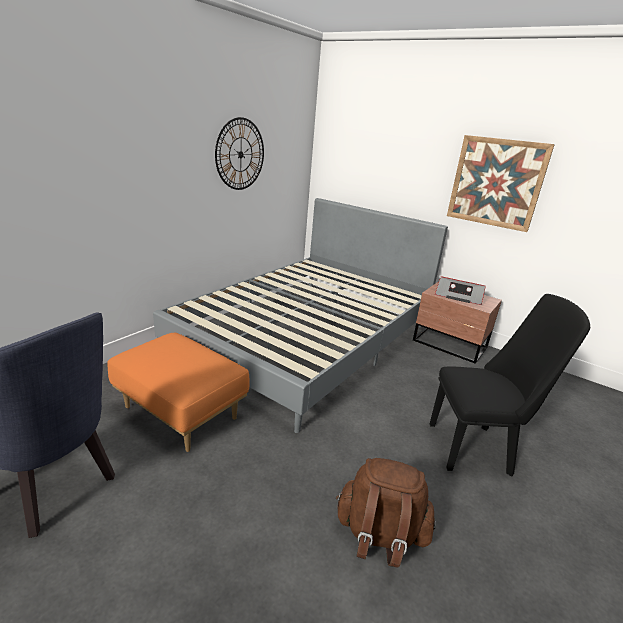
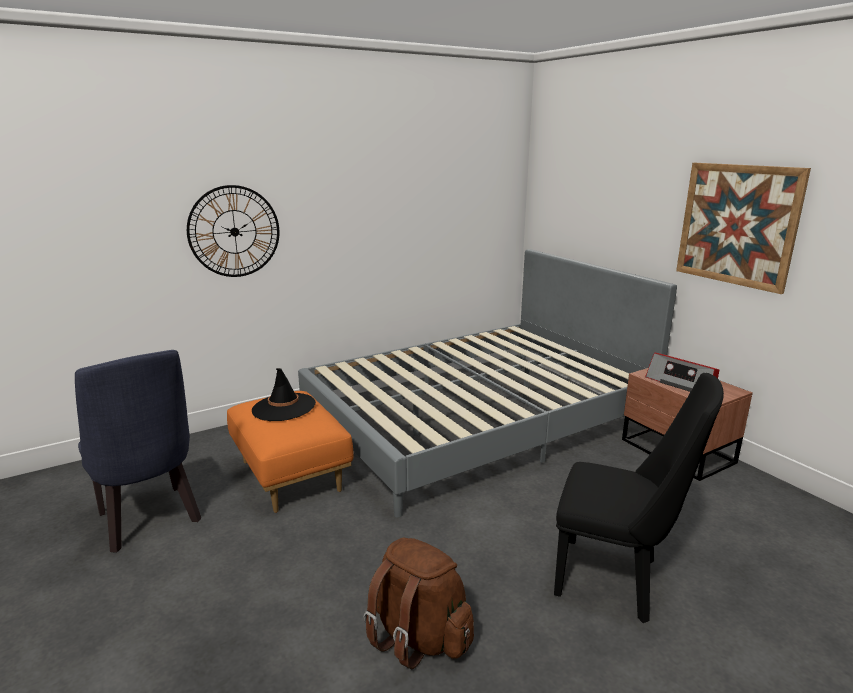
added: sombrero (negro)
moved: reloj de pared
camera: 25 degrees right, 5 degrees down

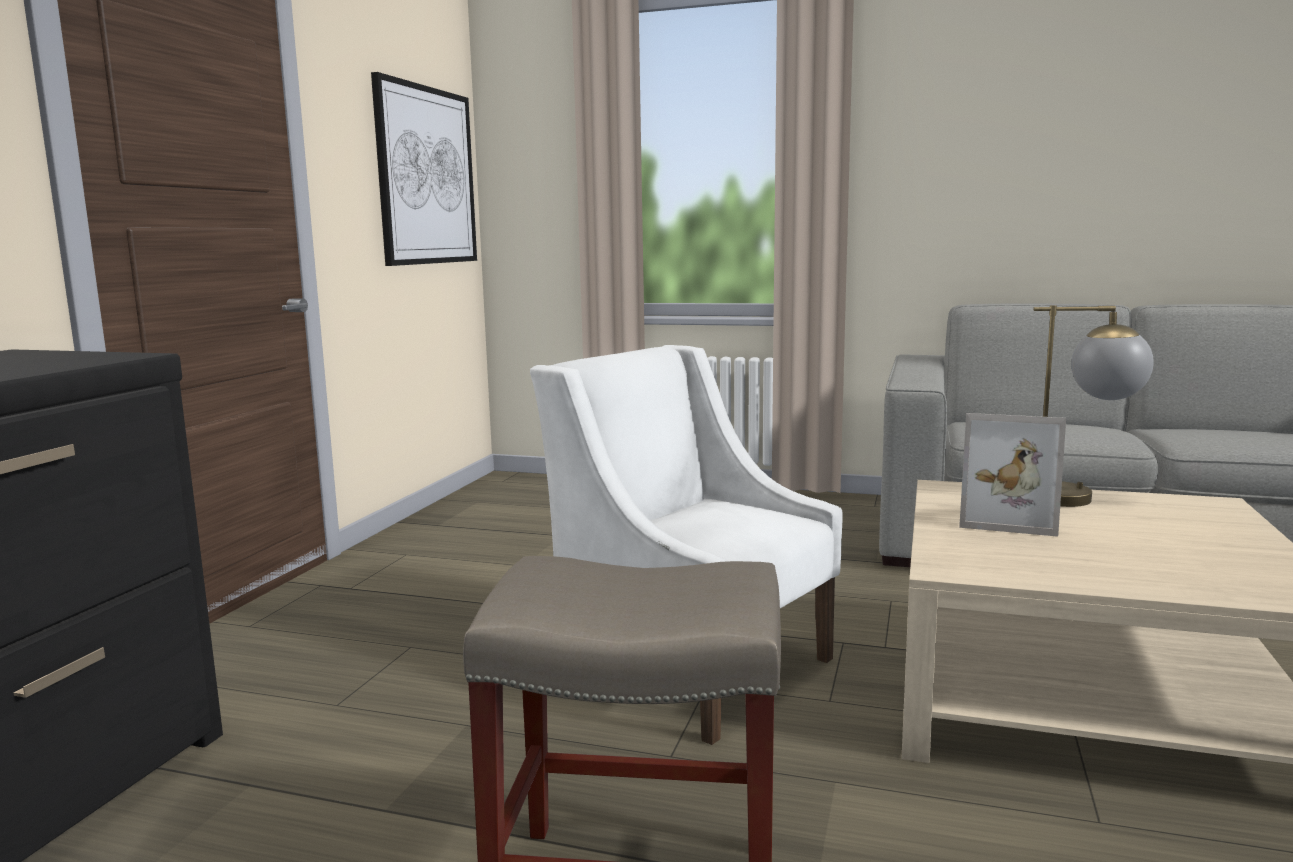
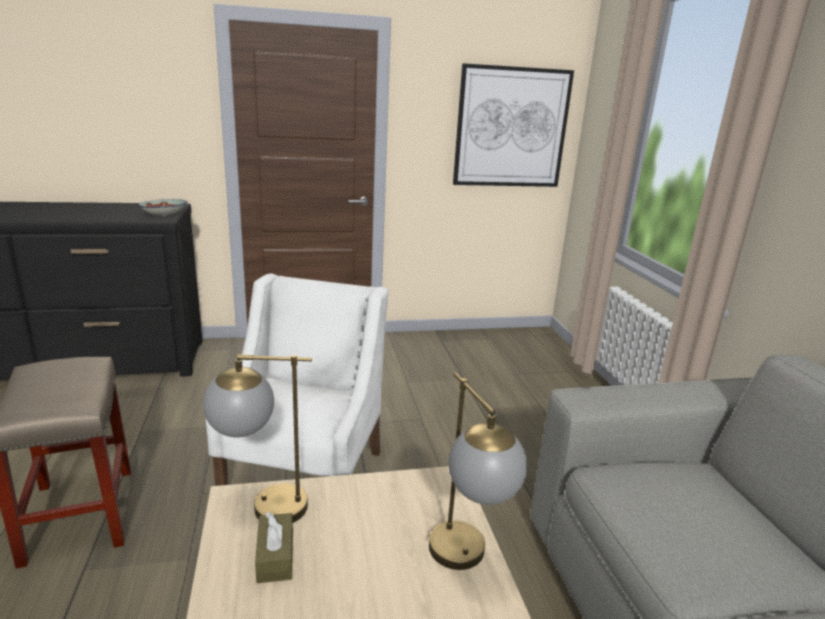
removed: portarretratos
added: cuenco; lámpara de mesa (1st from left); caja de pañuelos (marrón)
camera: 60 degrees right, 10 degrees up

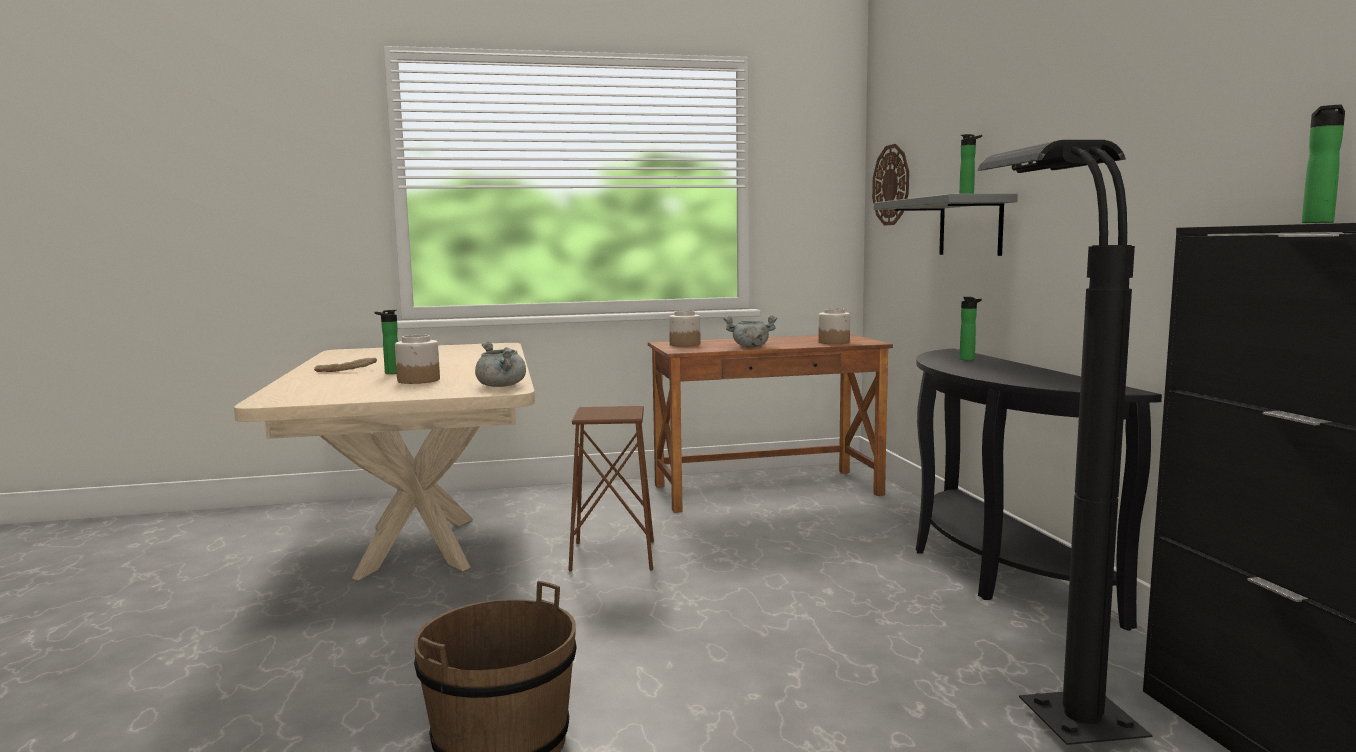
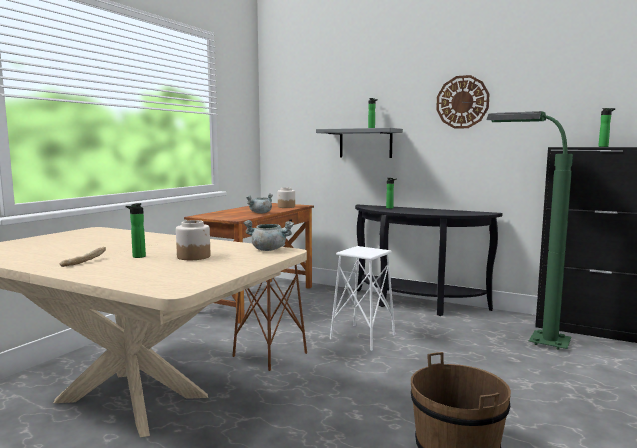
removed: tarro (2nd from left)
added: taburete (blanco)
moved: reloj de pared
recoloured: lámpara de pie (negro) to lámpara de pie (verde)
camera: 50 degrees left, 0 degrees up

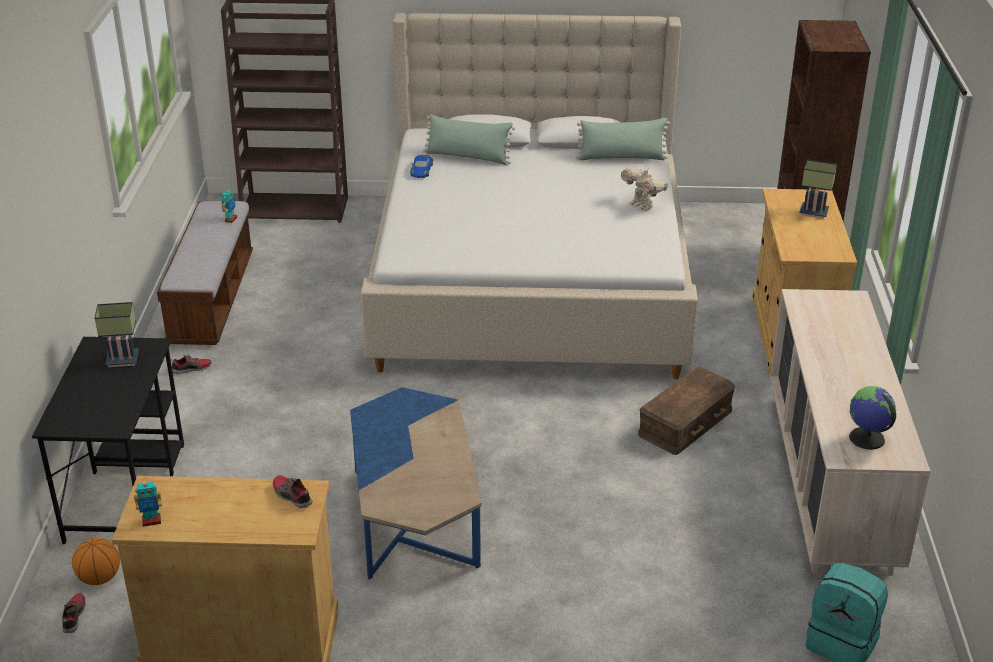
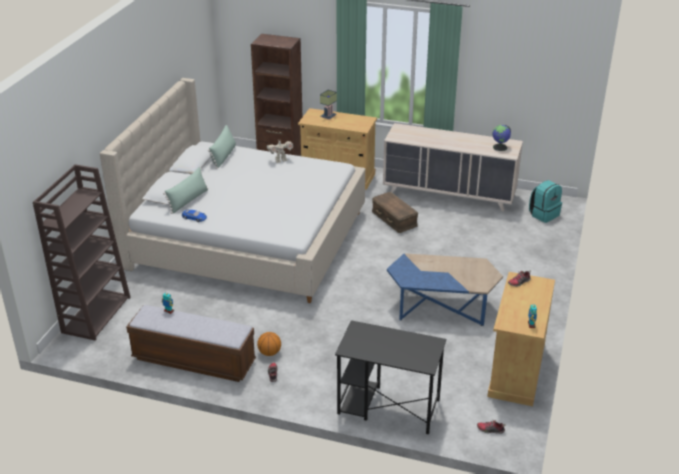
removed: lámpara de mesa (1st from left)
moved: balón de baloncesto
camera: 75 degrees left, 0 degrees up

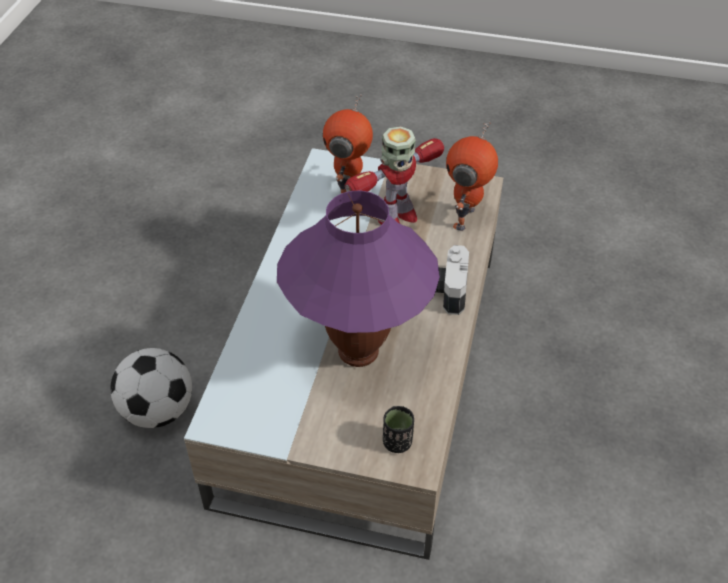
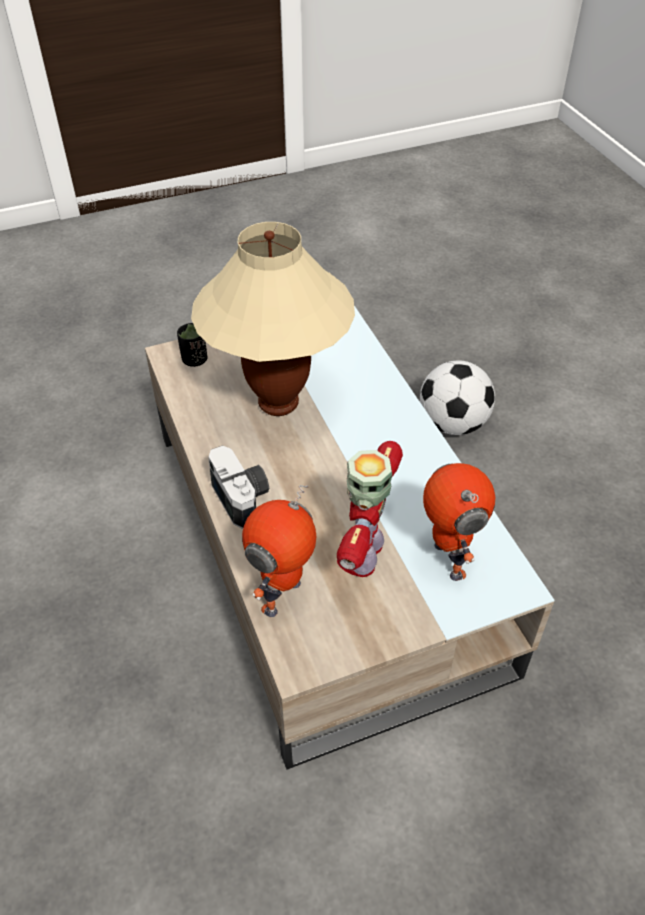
recoloured: lámpara de mesa (morado) to lámpara de mesa (beis)
turned: robot de juguete (3rd from left in the first image) 135 degrees counterclockwise
camera: 145 degrees right, 0 degrees up

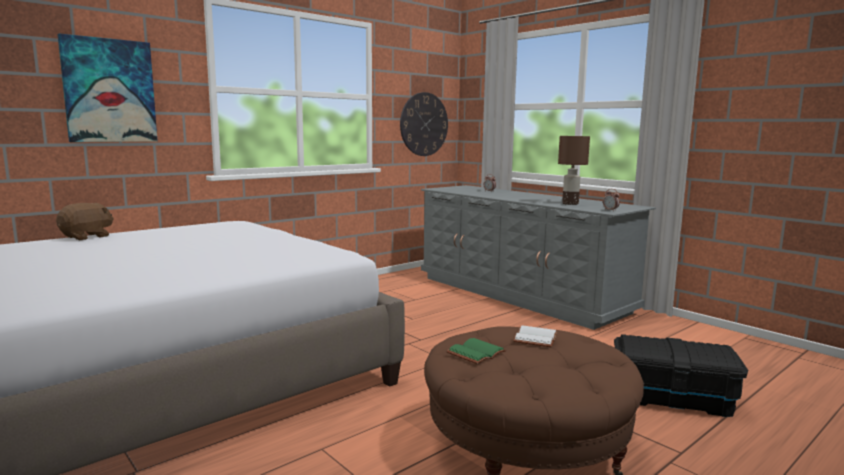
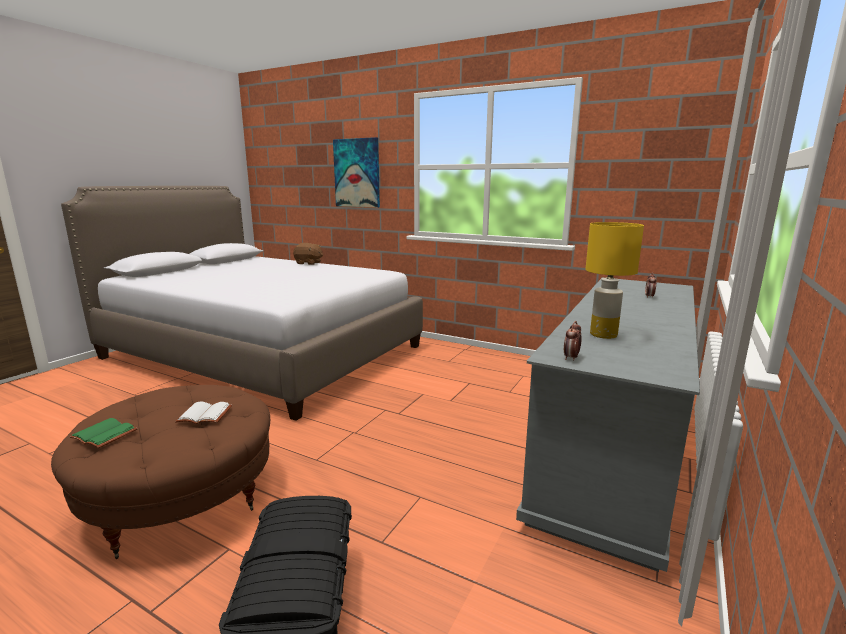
removed: reloj de pared
moved: libro (verde)
recoloured: lámpara de mesa (marrón) to lámpara de mesa (amarillo)
camera: 70 degrees right, 5 degrees up

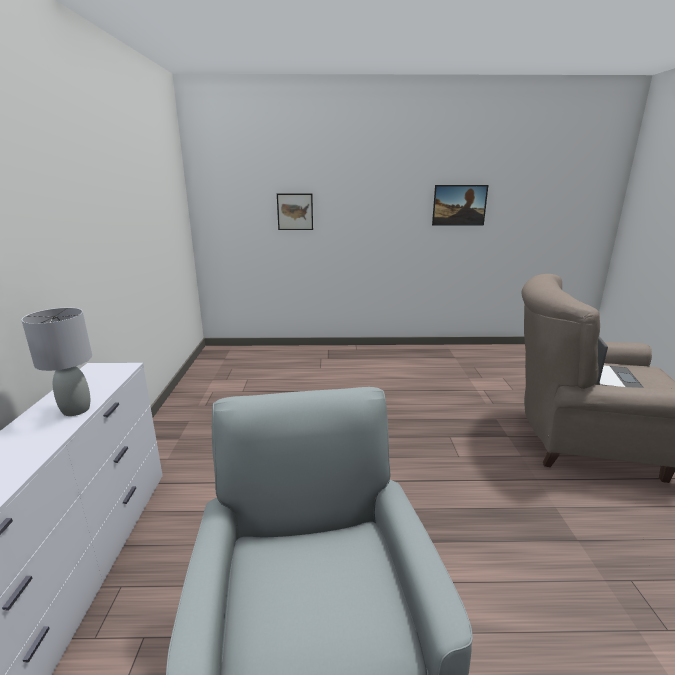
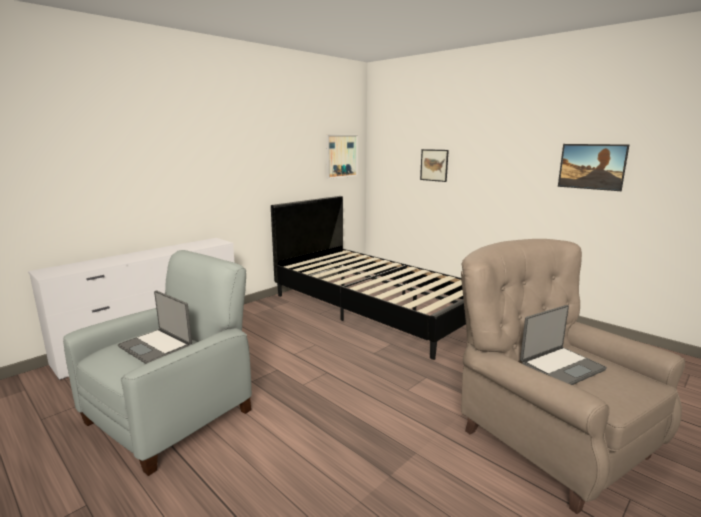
removed: lámpara de mesa (gris)
added: portátil (1st from left); cama (negro); cuadro (1st from left)
camera: 45 degrees right, 5 degrees down

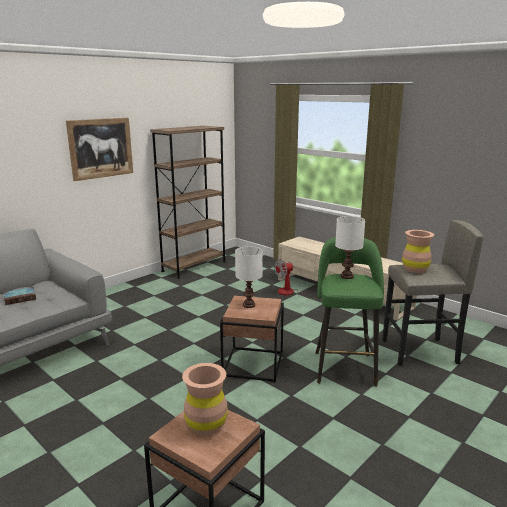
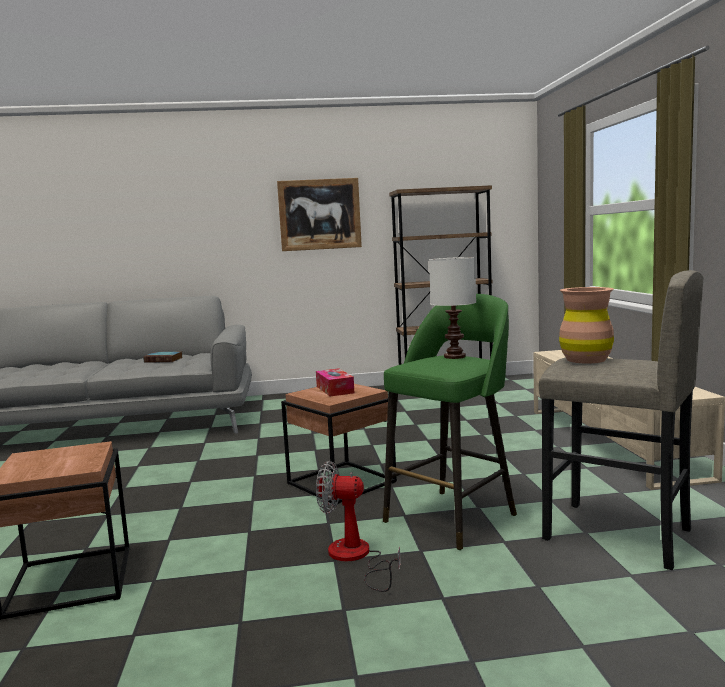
removed: florero (marrón) (1st from left)
moved: ventilador
replaced: lámpara de mesa (blanco) (1st from left) to caja de pañuelos
camera: 40 degrees right, 10 degrees down

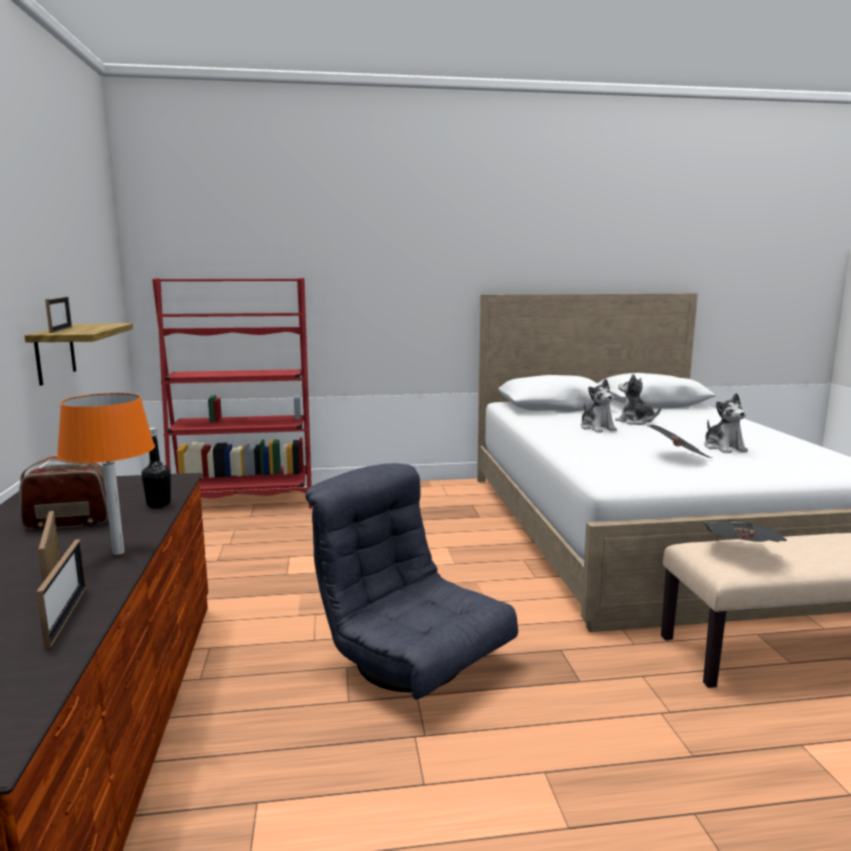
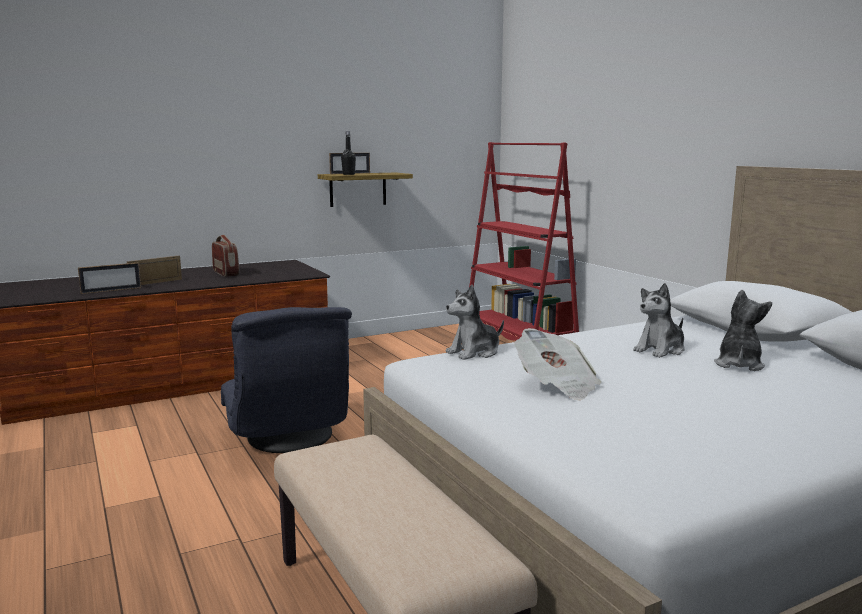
removed: lámpara de mesa (naranja); periódico (2nd from left)
moved: botella (negro); peluche (3rd from left in the first image) to peluche (1st from left)
turned: sillón (gris) 135 degrees clockwise
camera: 70 degrees right, 0 degrees up

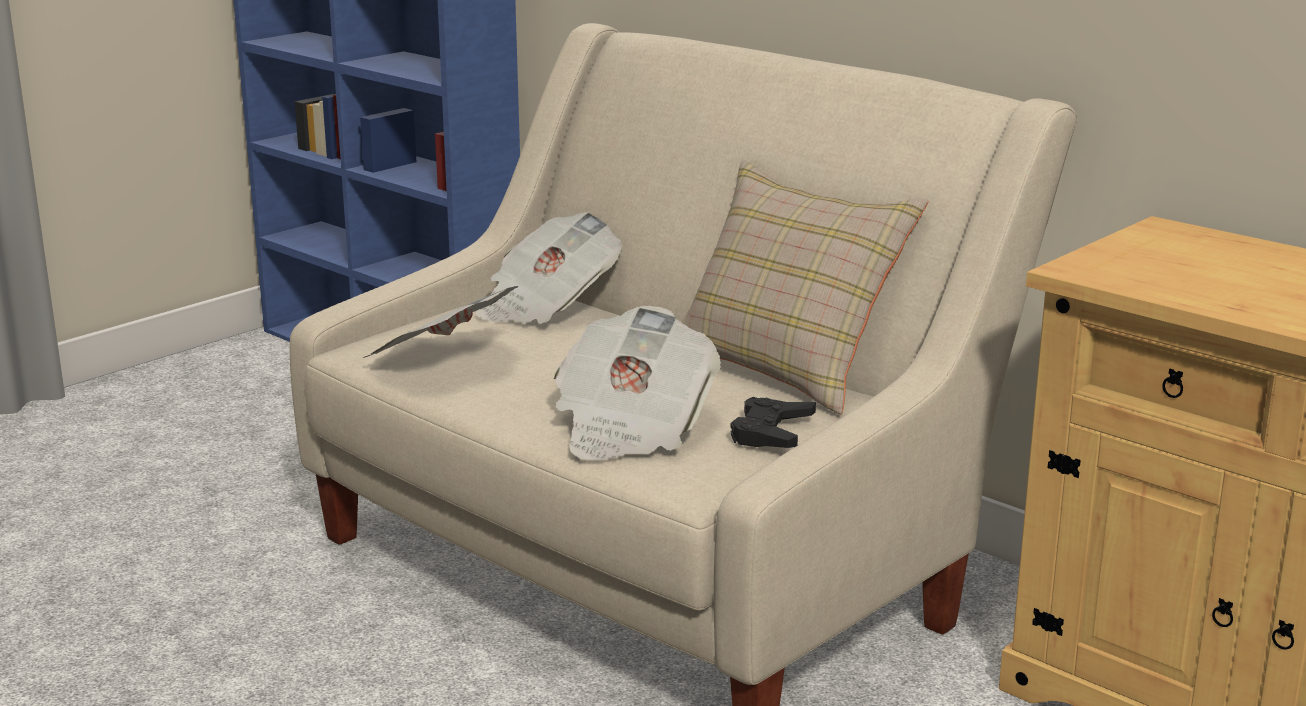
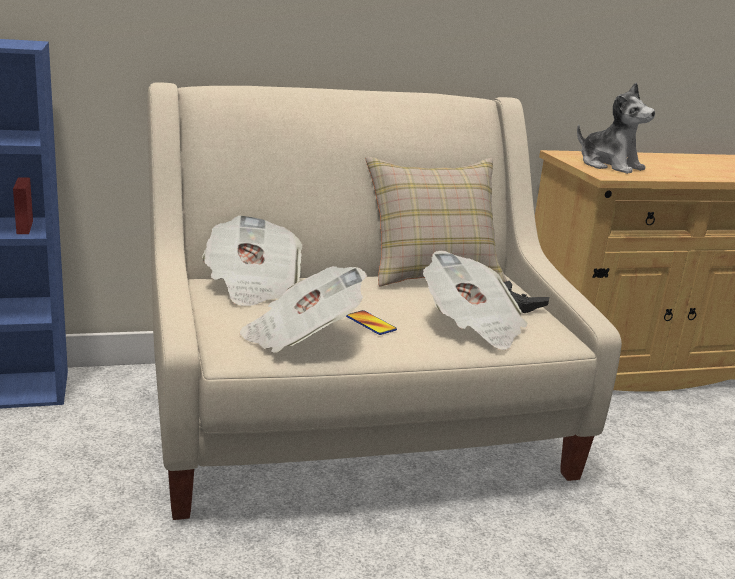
added: móvil; peluche
camera: 60 degrees left, 0 degrees up

